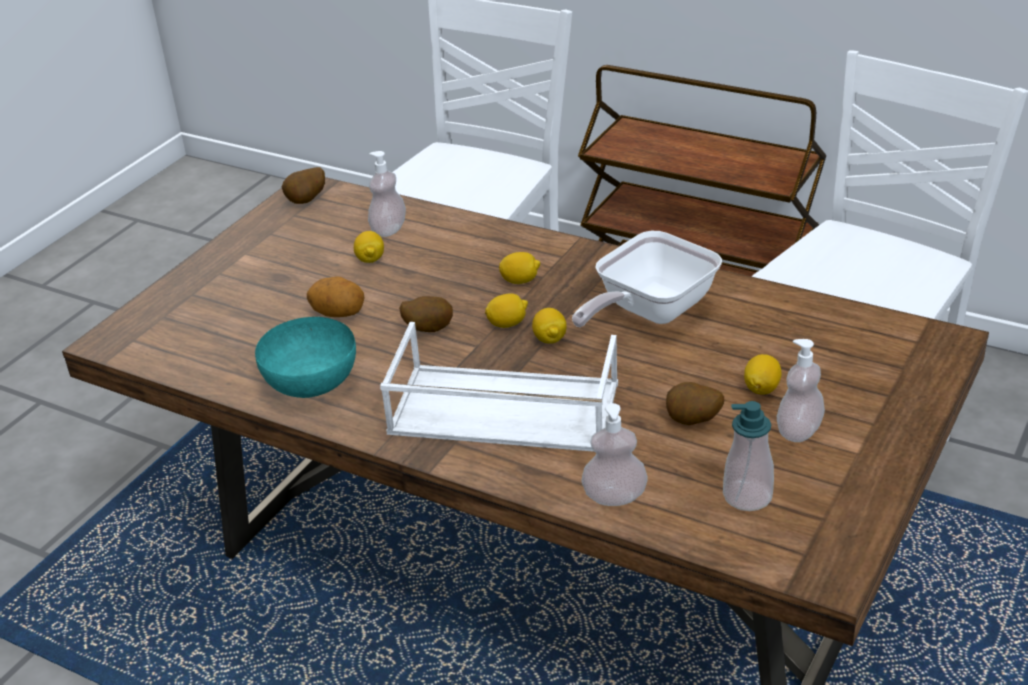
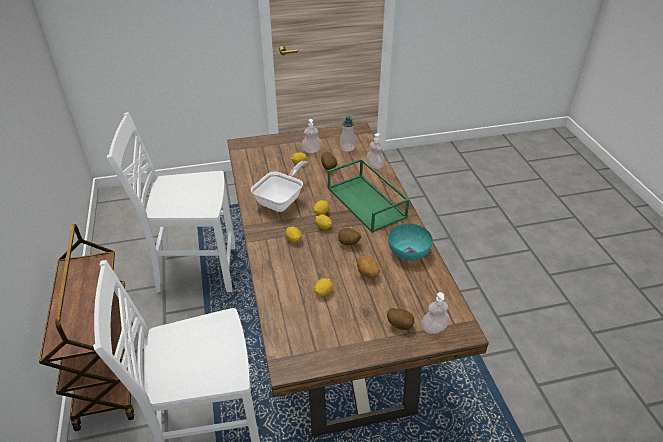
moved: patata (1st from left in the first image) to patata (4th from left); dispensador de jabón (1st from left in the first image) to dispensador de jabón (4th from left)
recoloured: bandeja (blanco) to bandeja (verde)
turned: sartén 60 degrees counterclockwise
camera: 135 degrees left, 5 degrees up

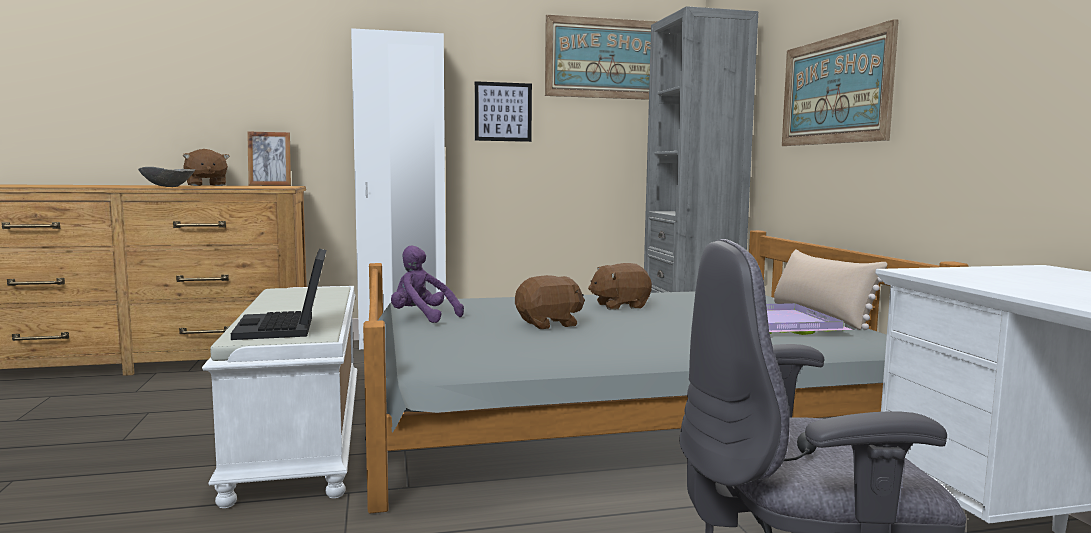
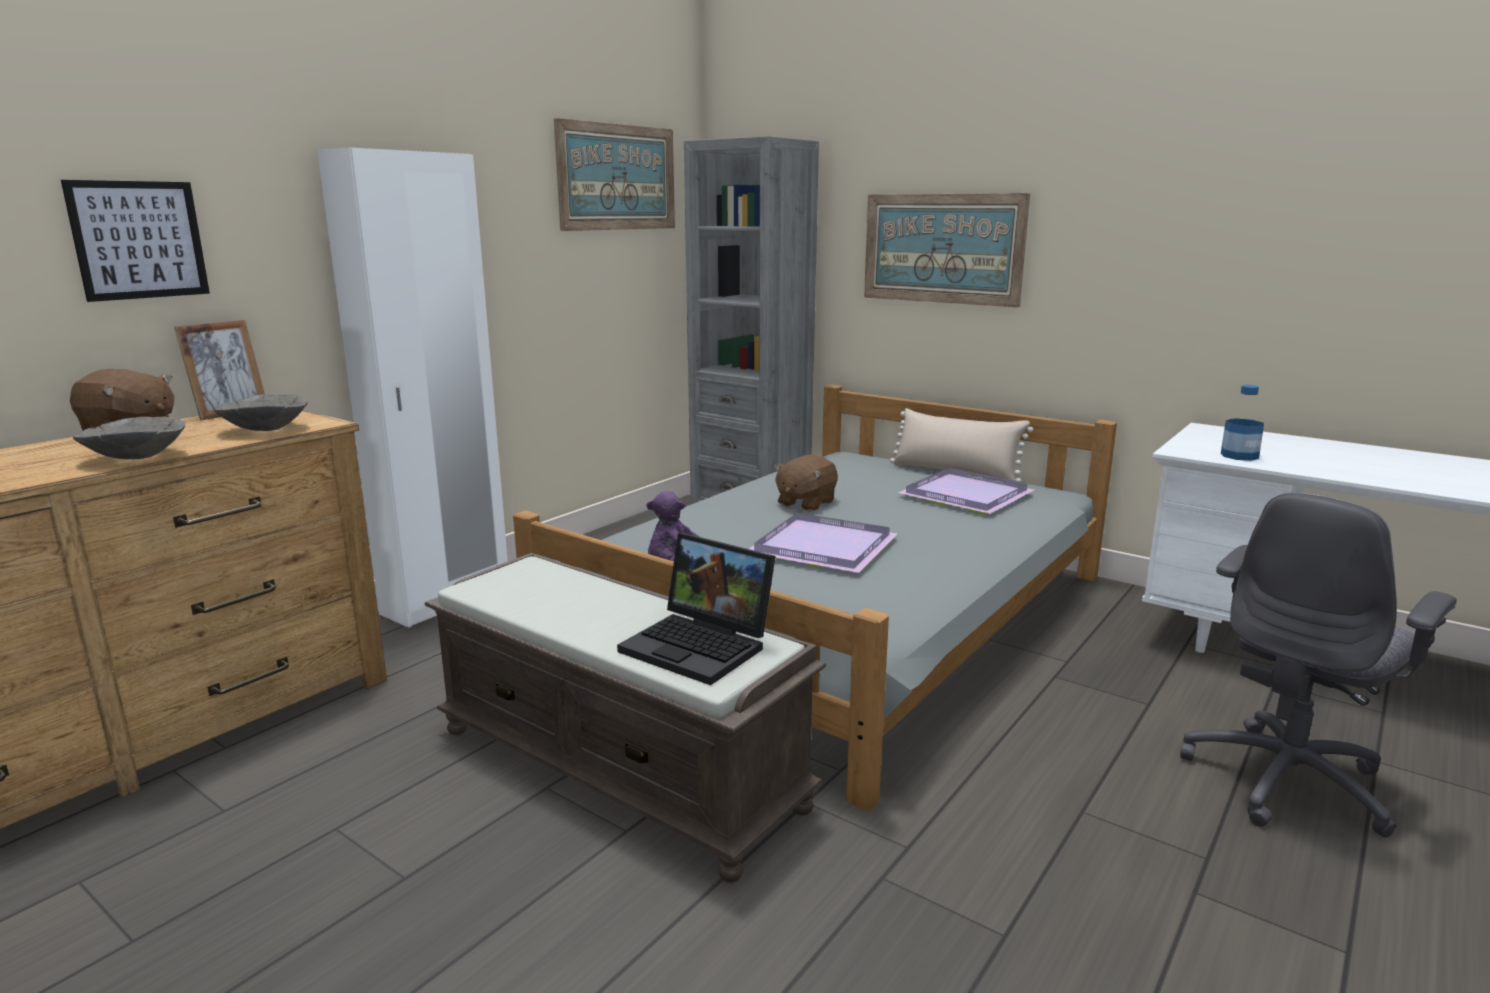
added: cuenco (gris) (2nd from left); botella
moved: cuadro (1st from left)
replaced: peluche (marrón) (2nd from left) to bandeja (morado) (1st from left)
recoloured: banco (blanco) to banco (marrón)
camera: 40 degrees left, 10 degrees up

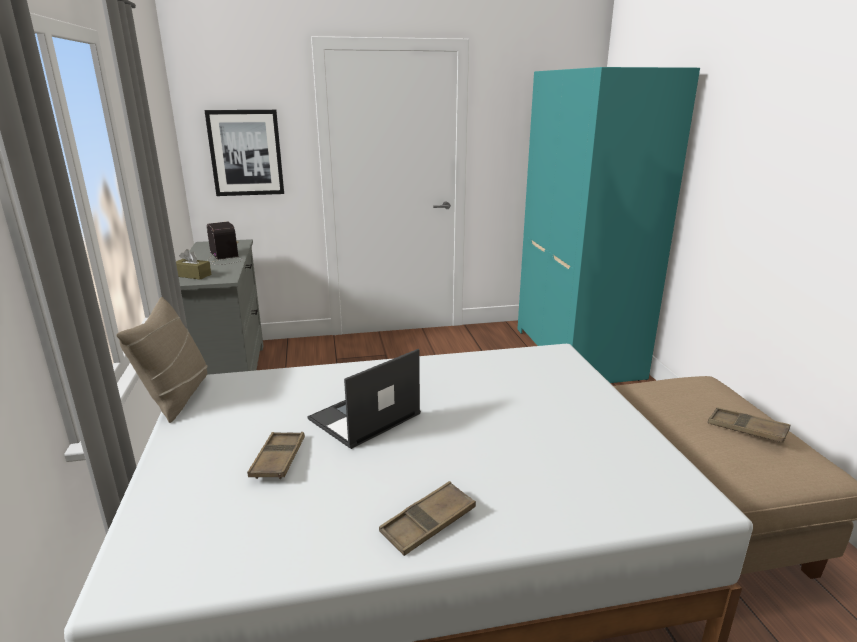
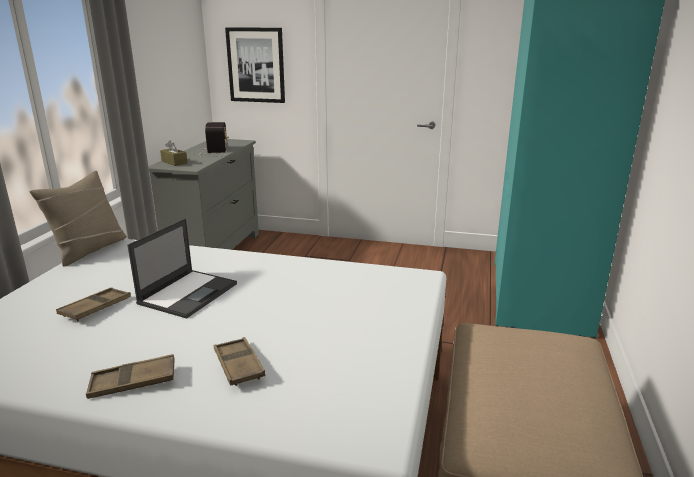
moved: bandeja (marrón) (3rd from left)
turned: portátil 135 degrees clockwise
camera: 25 degrees right, 0 degrees up

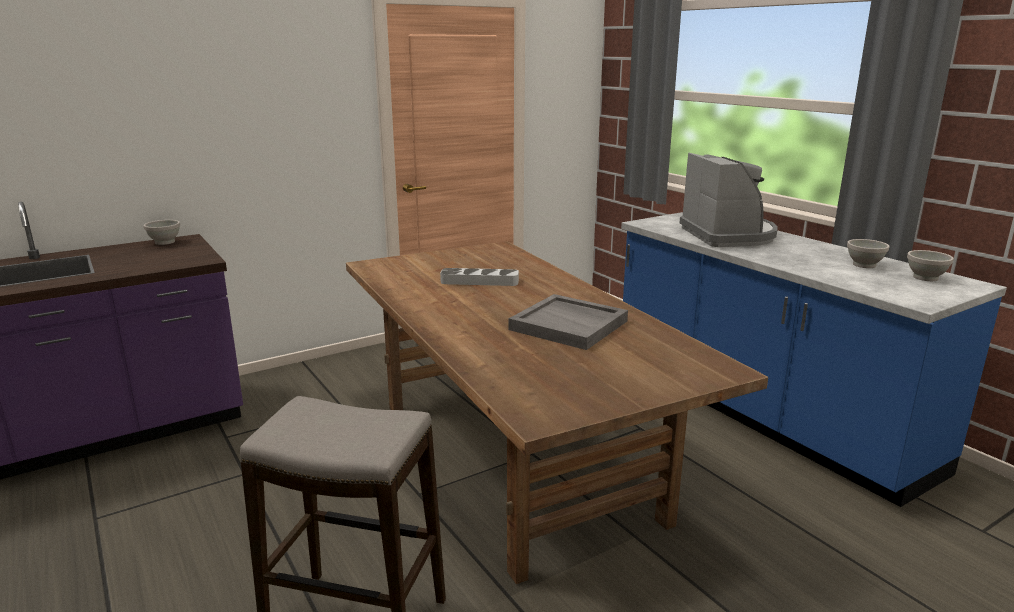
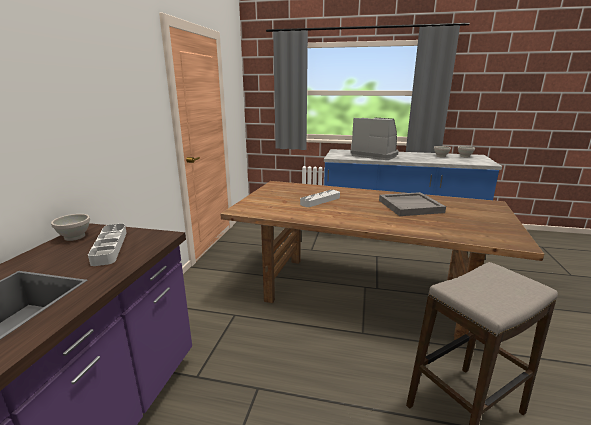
added: bandeja (gris) (1st from left)
camera: 45 degrees left, 0 degrees up

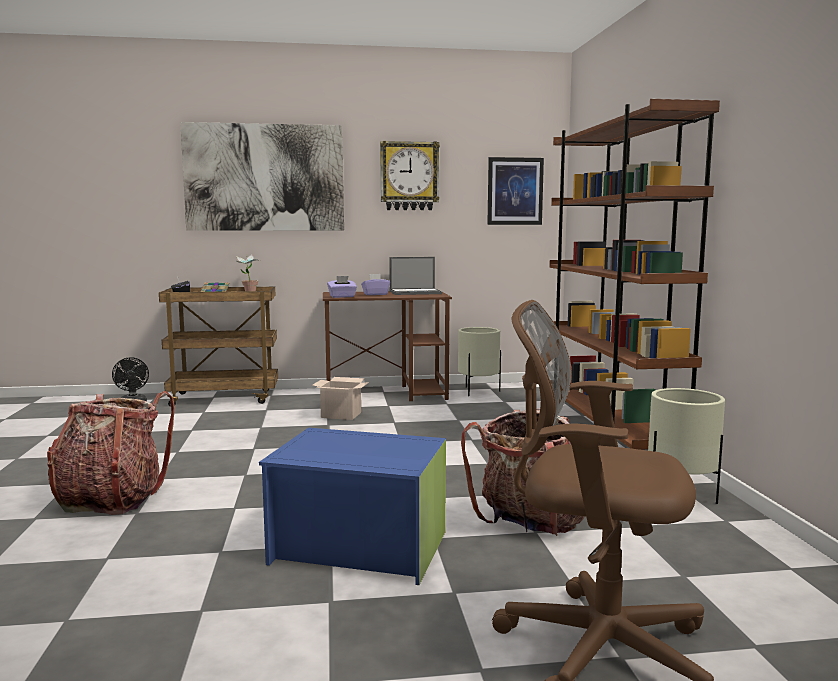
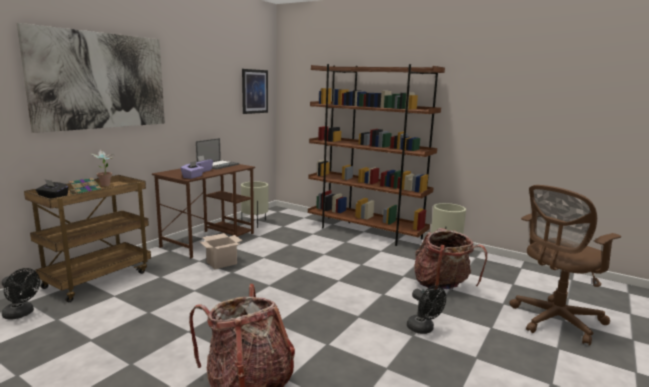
removed: reloj de pared
replaced: caja de almacenaje (azul) to ventilador (negro) (2nd from left)
camera: 50 degrees left, 5 degrees up

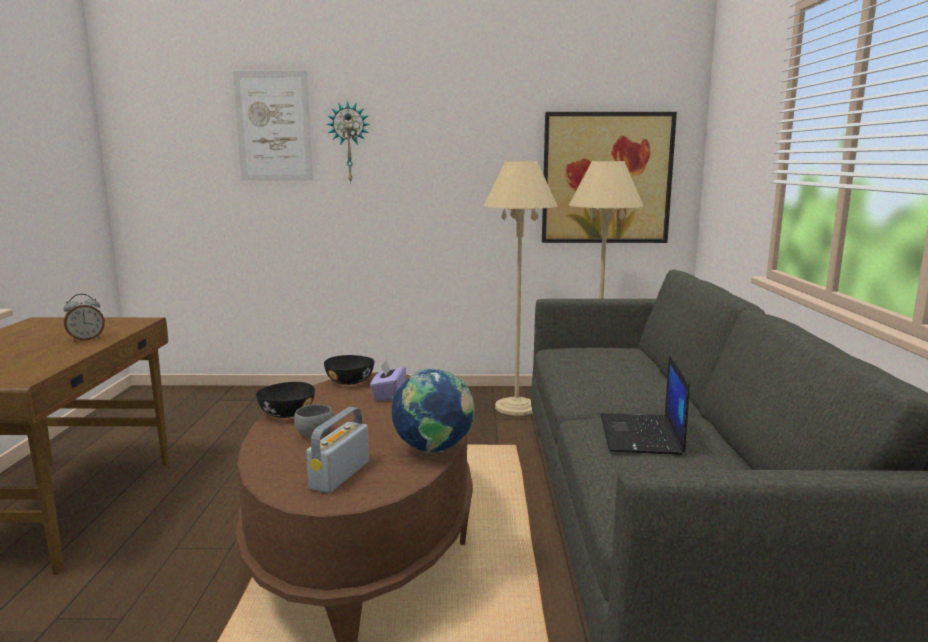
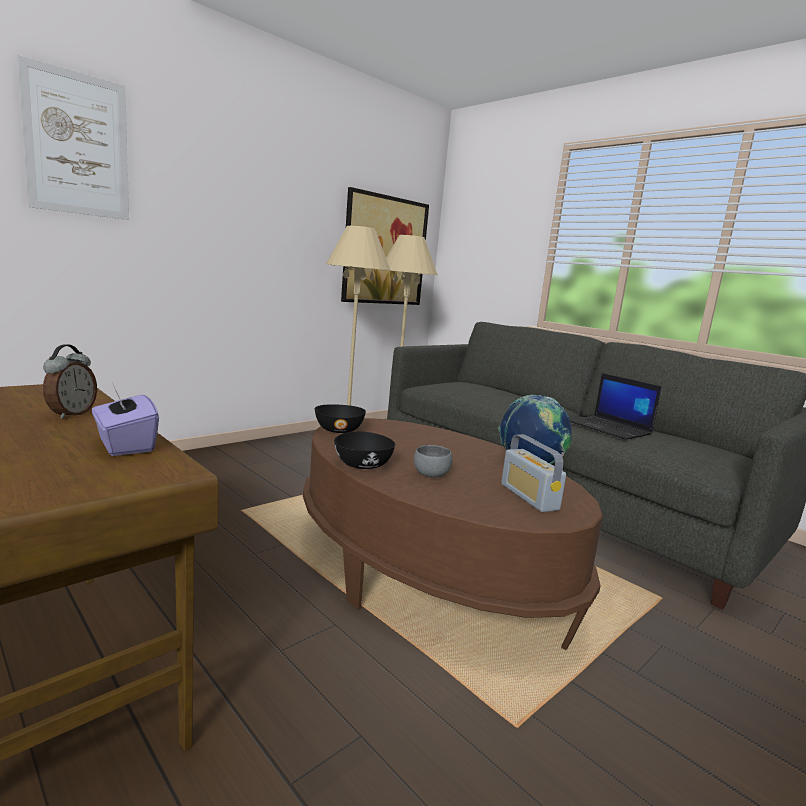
removed: reloj de pared
moved: caja de pañuelos (morado)
camera: 45 degrees left, 0 degrees up

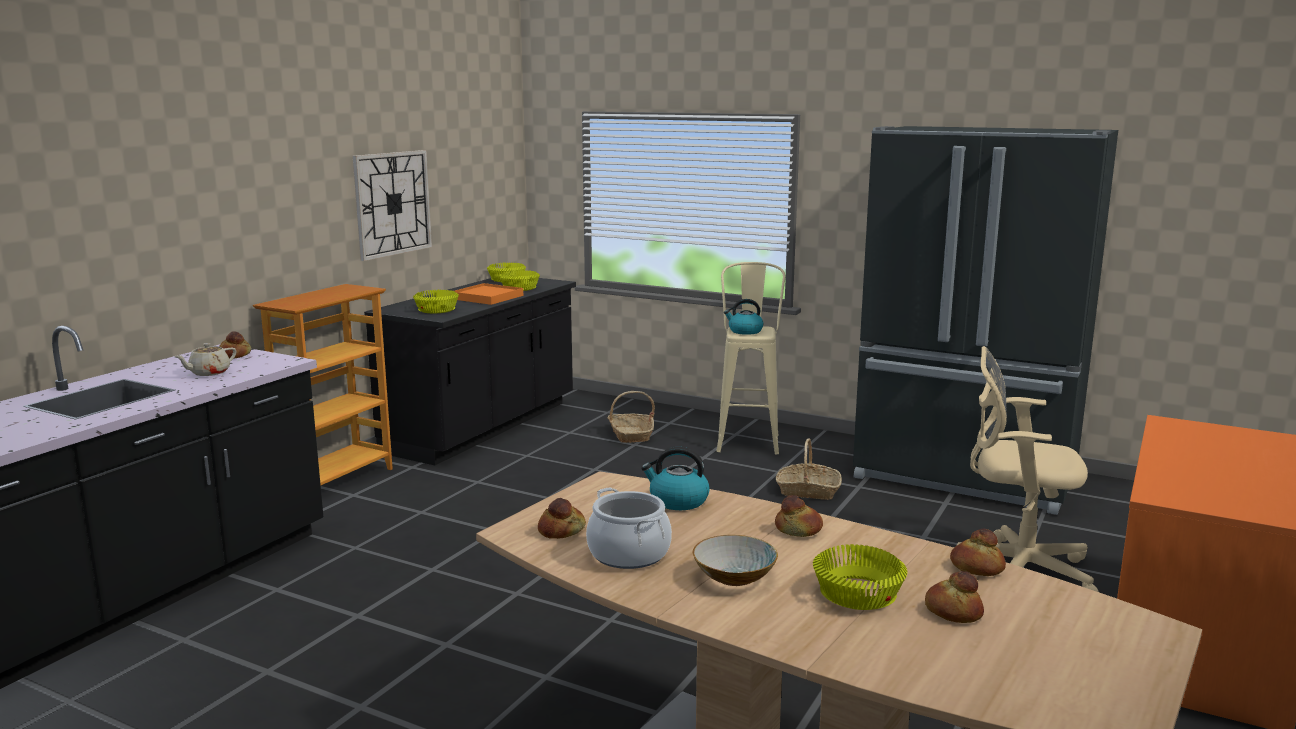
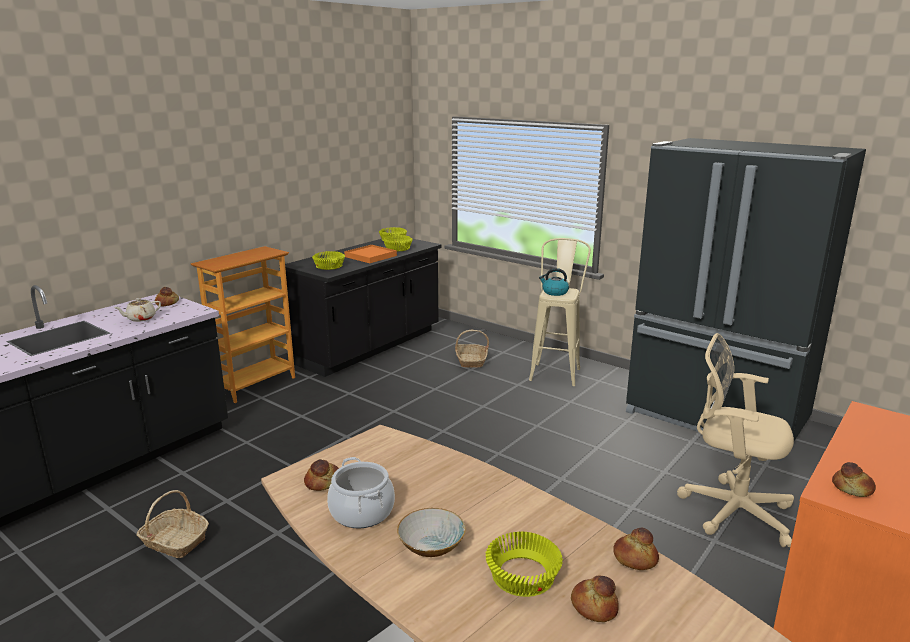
removed: reloj de pared; hervidor (1st from left)
moved: pan (3rd from left in the first image) to pan (5th from left); cesta (2nd from left in the first image) to cesta (1st from left)
camera: 10 degrees right, 5 degrees up

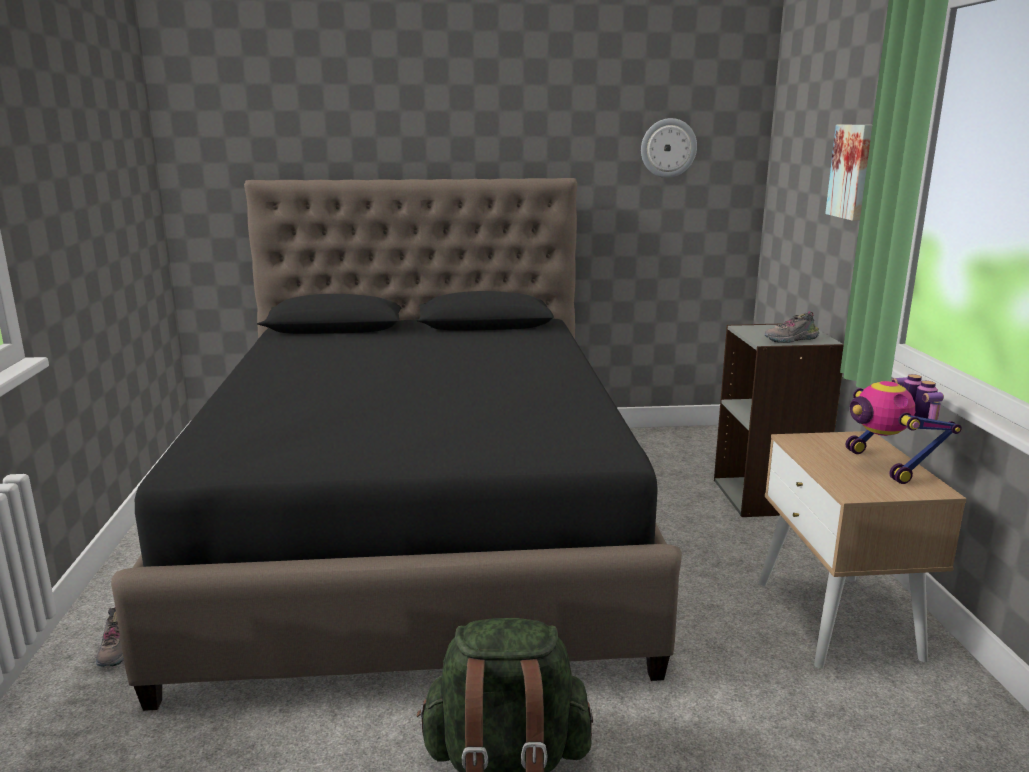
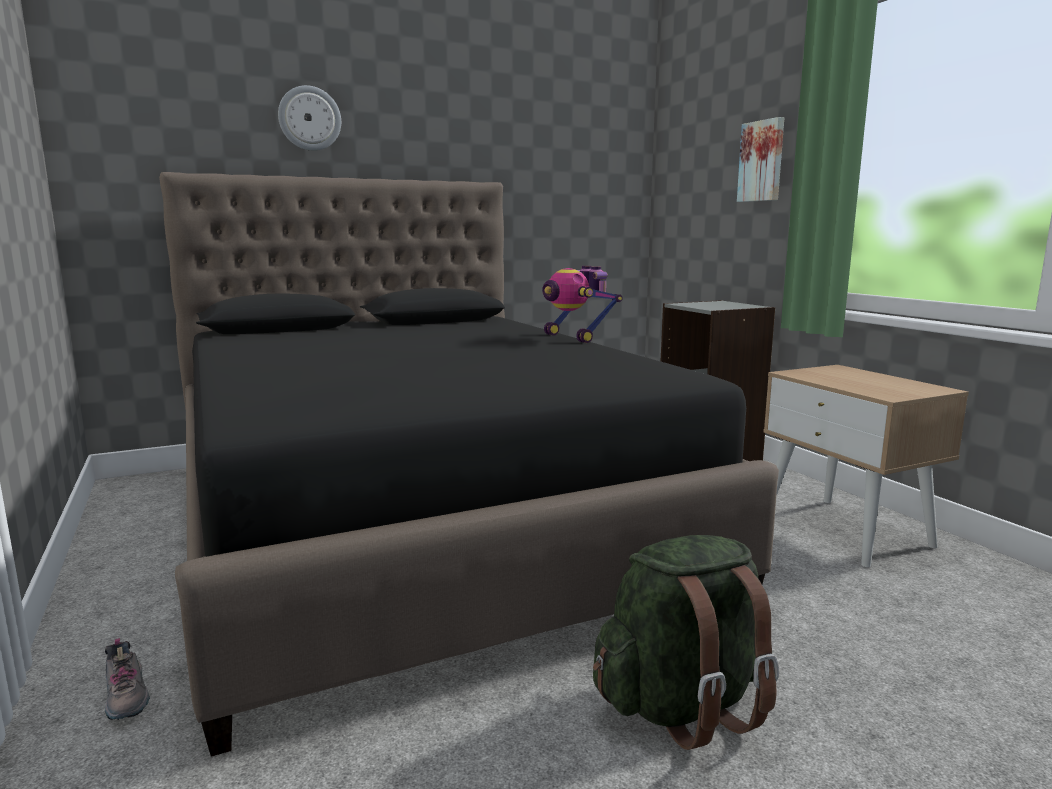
removed: zapato (2nd from left)
moved: reloj de pared; robot de juguete
camera: 20 degrees left, 5 degrees down

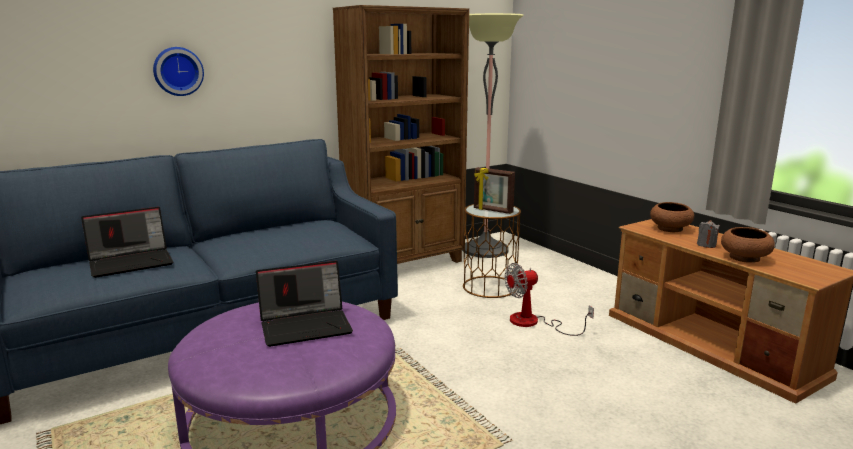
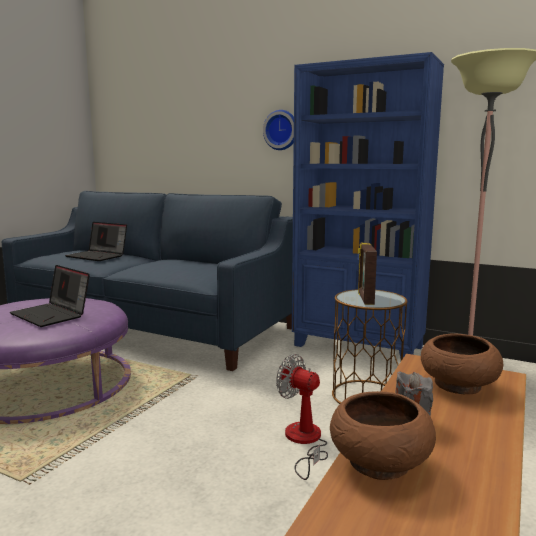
moved: reloj de pared
recoloured: estantería (marrón) to estantería (azul)
camera: 60 degrees right, 5 degrees down

